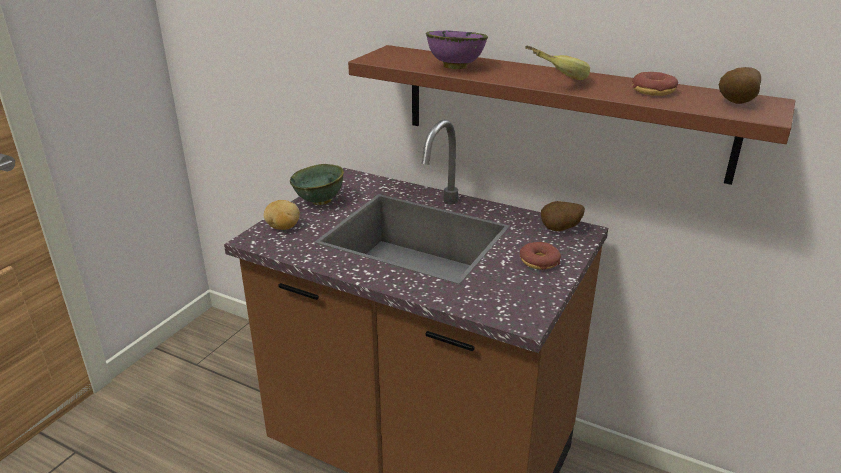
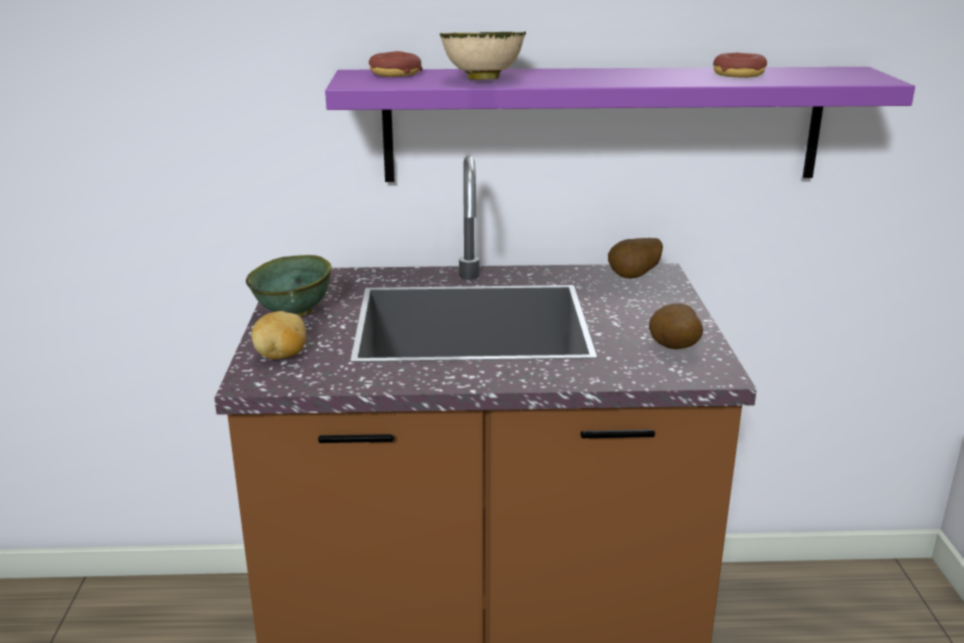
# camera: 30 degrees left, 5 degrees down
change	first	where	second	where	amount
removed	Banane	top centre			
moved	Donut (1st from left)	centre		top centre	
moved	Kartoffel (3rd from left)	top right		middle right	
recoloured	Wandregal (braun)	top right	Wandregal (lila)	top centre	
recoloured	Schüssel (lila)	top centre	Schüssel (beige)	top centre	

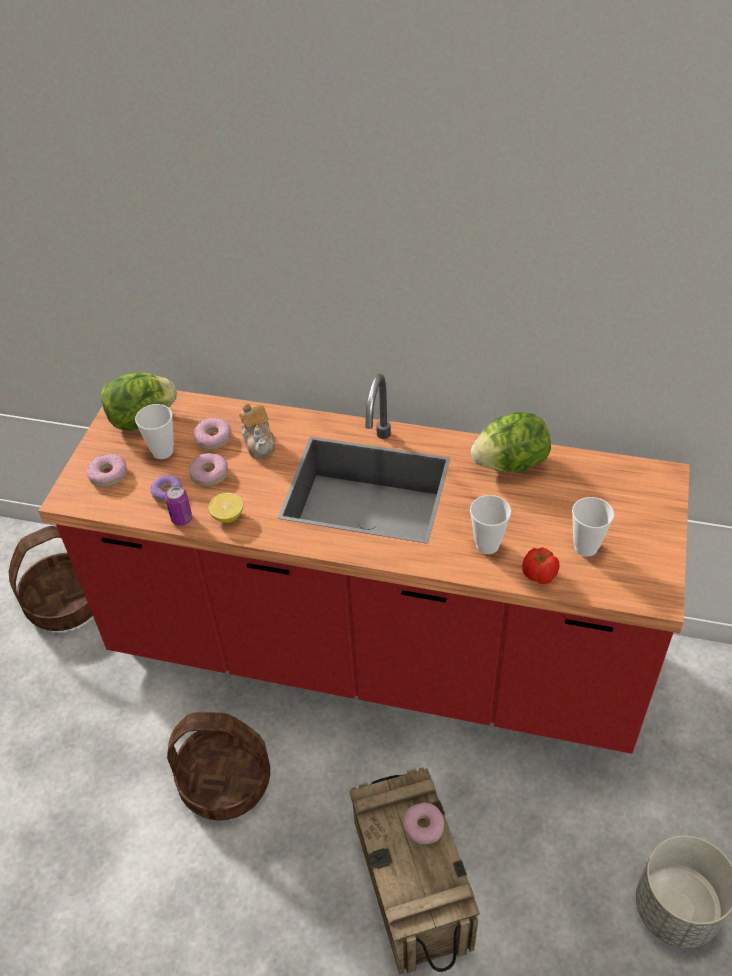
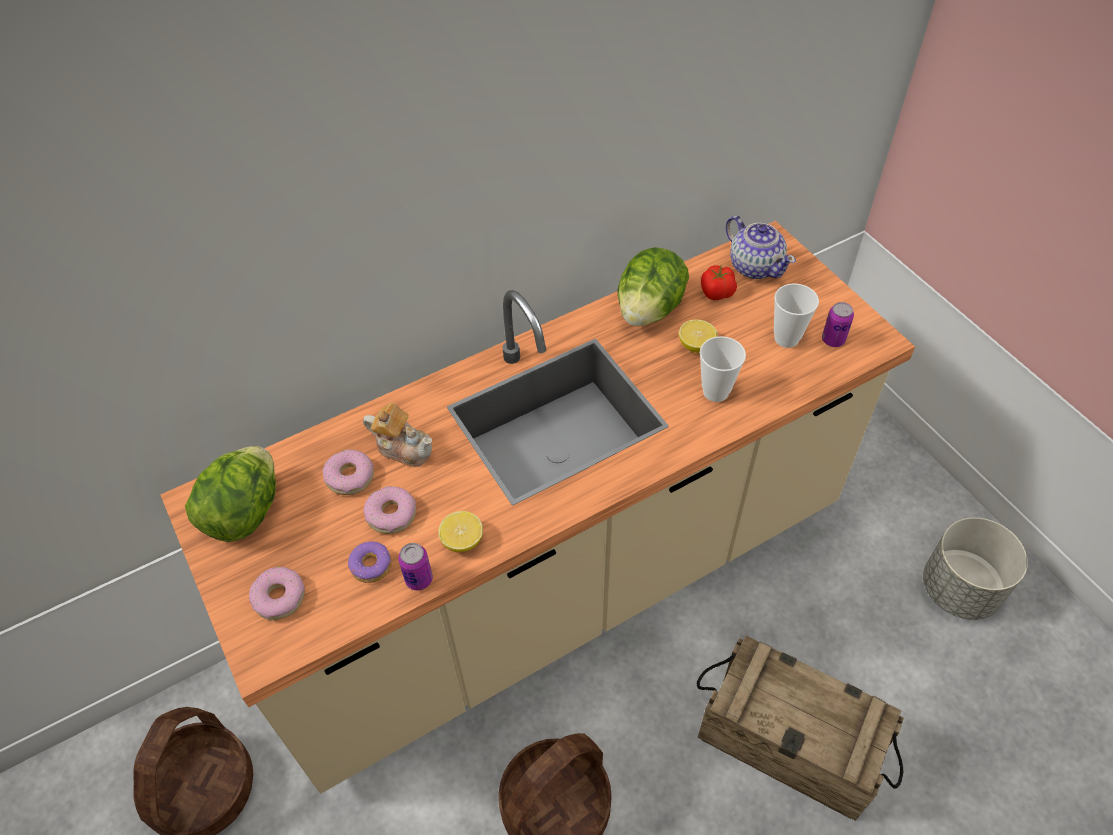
# camera: 45 degrees left, 5 degrees up
change	first	where	second	where	amount
removed	Tasse (1st from left)	middle left			
removed	Donut (5th from left)	bottom centre			
added			Zitrone (2nd from left)	centre	
added			Teekanne (2nd from left)	top right	
added			Dose (2nd from left)	middle right	
moved	Tomate	middle right		centre	
recoloured	Küchenzeile (rot)	centre	Küchenzeile (beige)	centre	

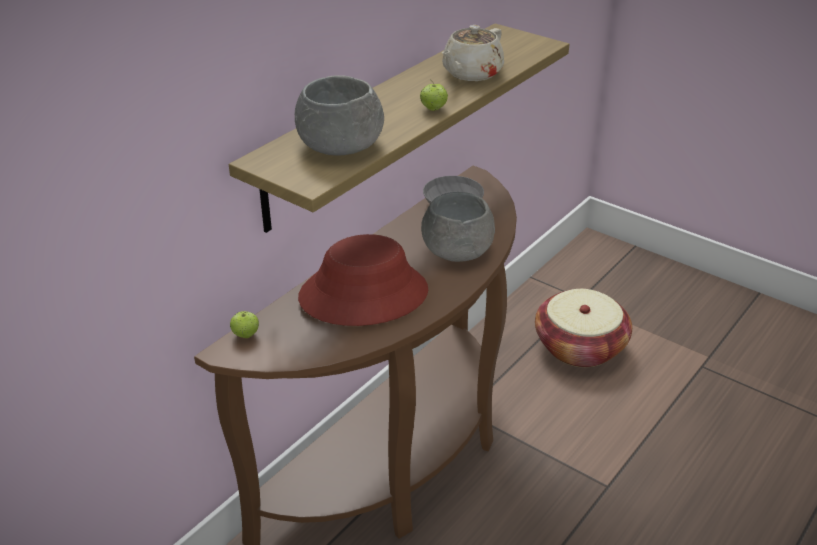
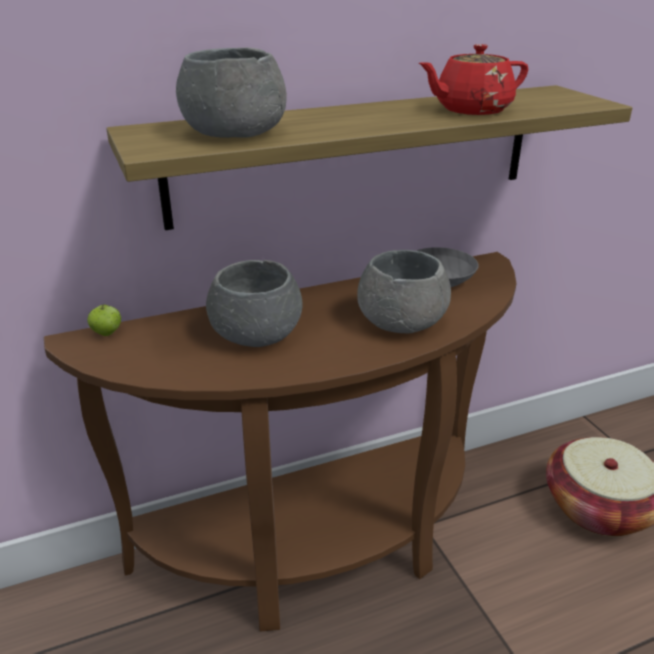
# camera: 30 degrees right, 5 degrees down
change	first	where	second	where	amount
removed	Apfel (2nd from left)	top centre			
replaced	Hut (rot)	centre	Schüssel (grau) (2nd from left)	centre	
recoloured	Teekanne (beige)	top centre	Teekanne (rot)	top right	

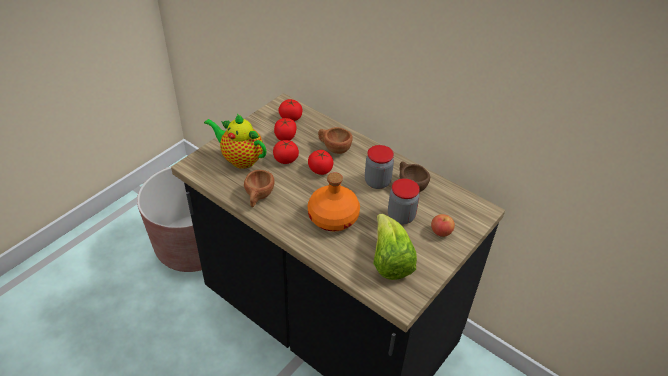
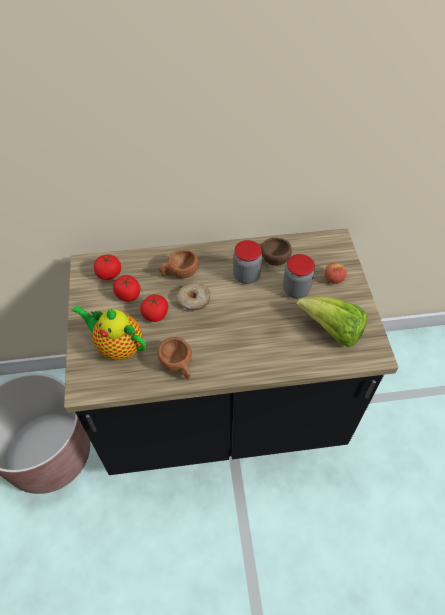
# camera: 45 degrees left, 10 degrees up
change	first	where	second	where	amount
removed	Flasche (orange)	centre			
replaced	Tomate (4th from left)	centre	Donut	centre	
turned	Teekanne	centre		middle left	45 degrees clockwise

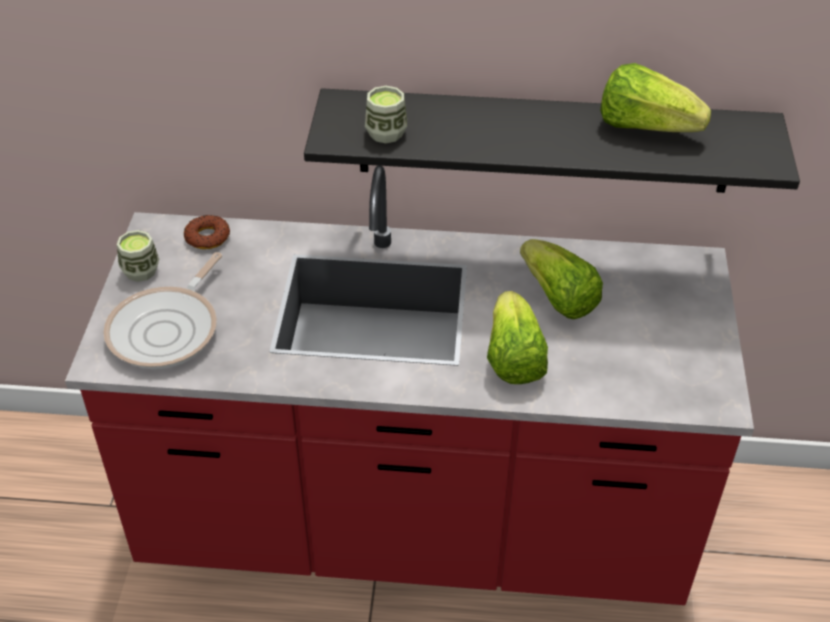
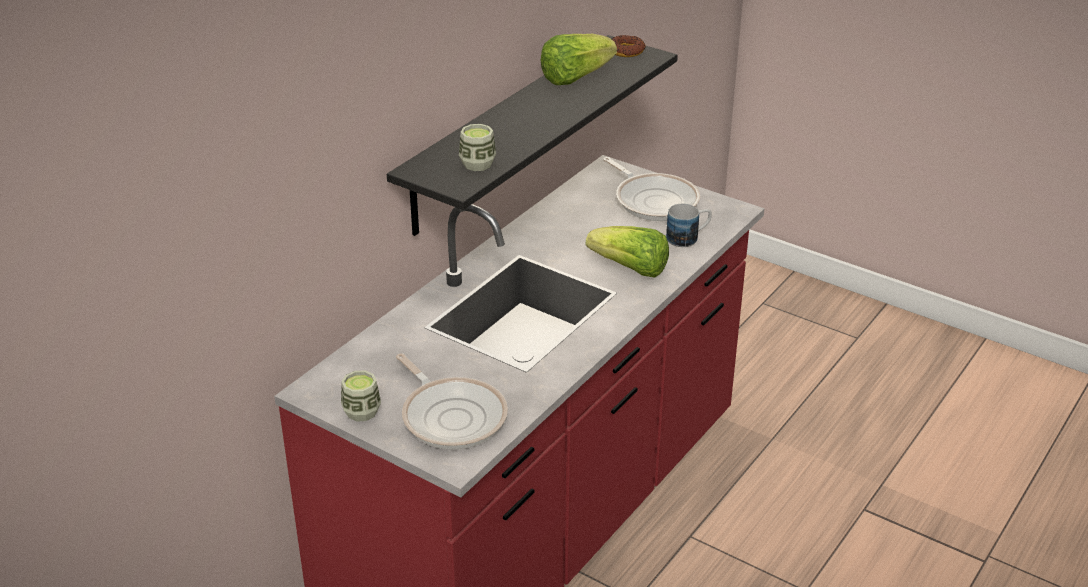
# camera: 60 degrees left, 10 degrees down
change	first	where	second	where	amount
removed	Salatkopf (2nd from left)	middle right			
added			Pfanne (2nd from left)	top centre	
added			Henkelbecher	centre	
moved	Donut	middle left		top centre	

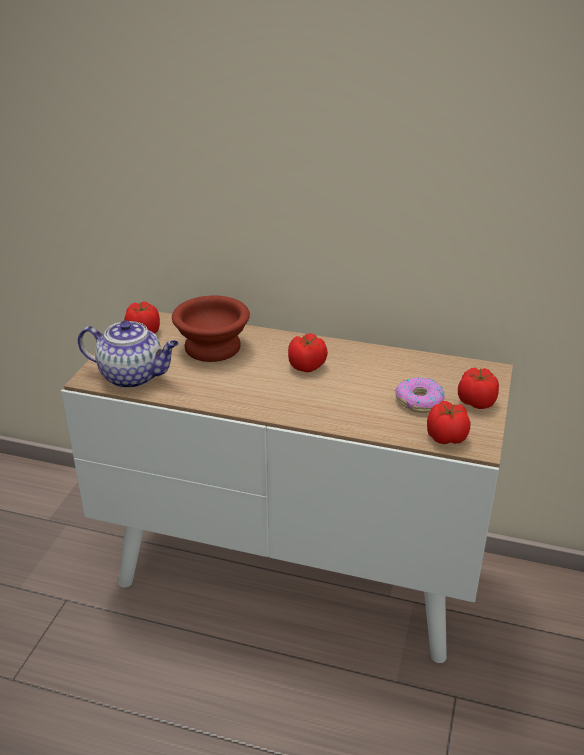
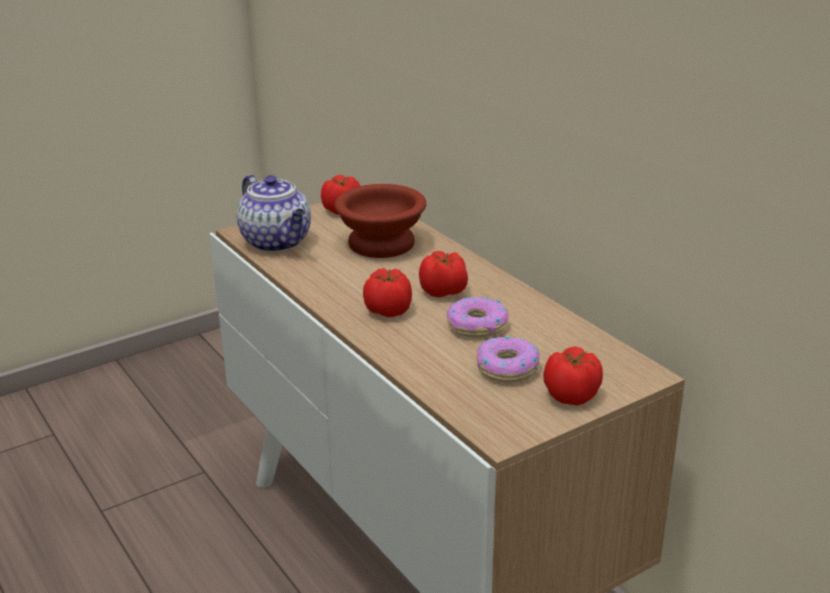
# camera: 40 degrees right, 5 degrees down
change	first	where	second	where	amount
added			Donut (1st from left)	centre	
moved	Tomate (3rd from left in the first image)	middle right	Tomate (2nd from left)	centre	

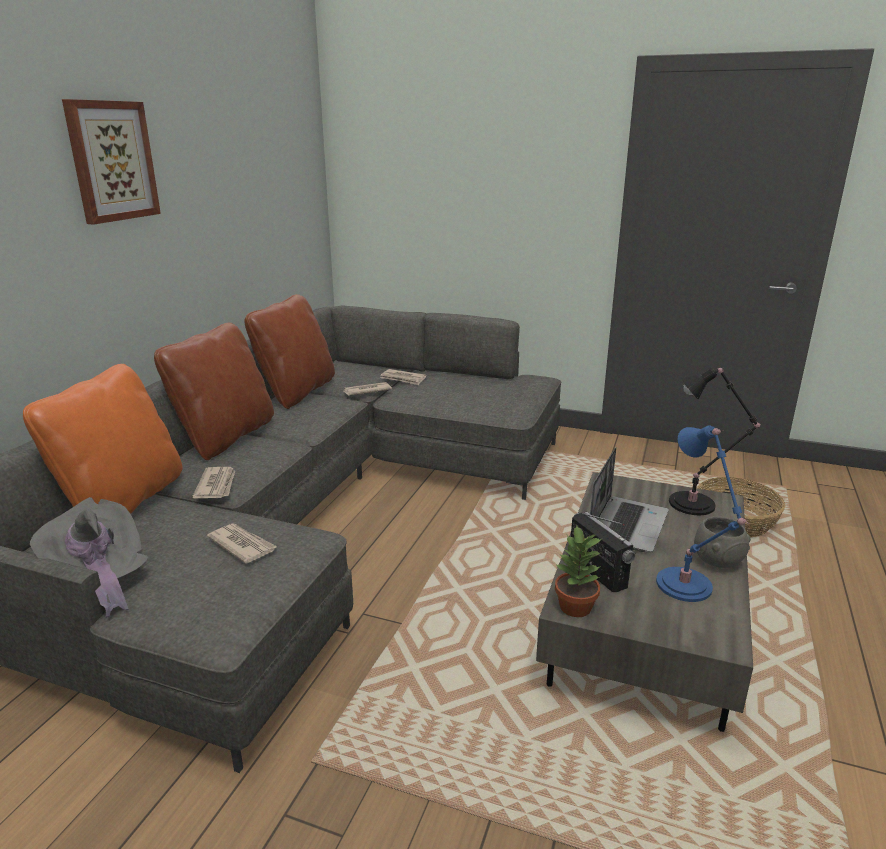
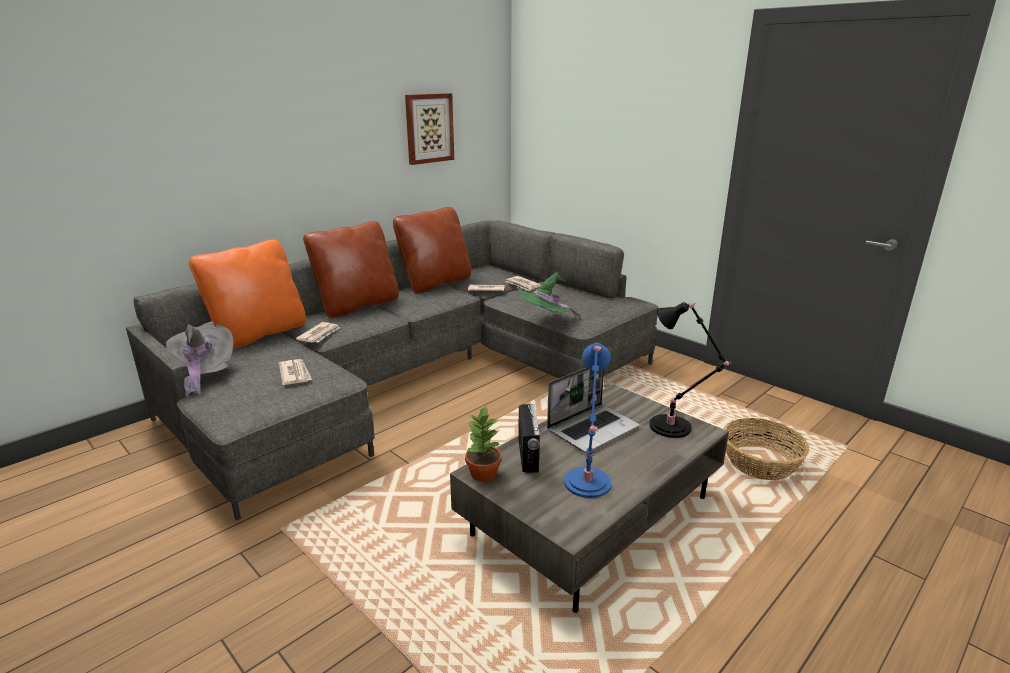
# camera: 25 degrees right, 0 degrees up
change	first	where	second	where	amount
removed	Schüssel (grau)	middle right			
added			Hut (grün)	centre	
moved	Bild	top left		top centre	

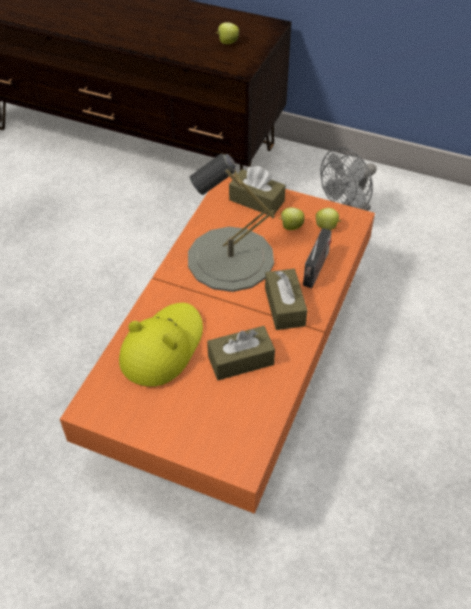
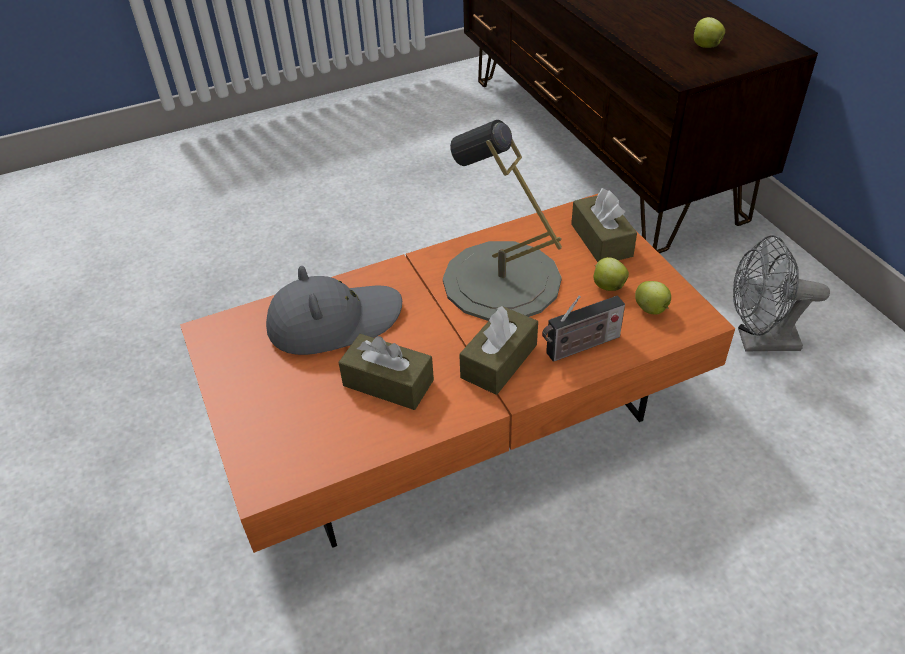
# camera: 45 degrees right, 5 degrees down
change	first	where	second	where	amount
recoloured	Hut (gelb)	centre	Hut (grau)	centre	

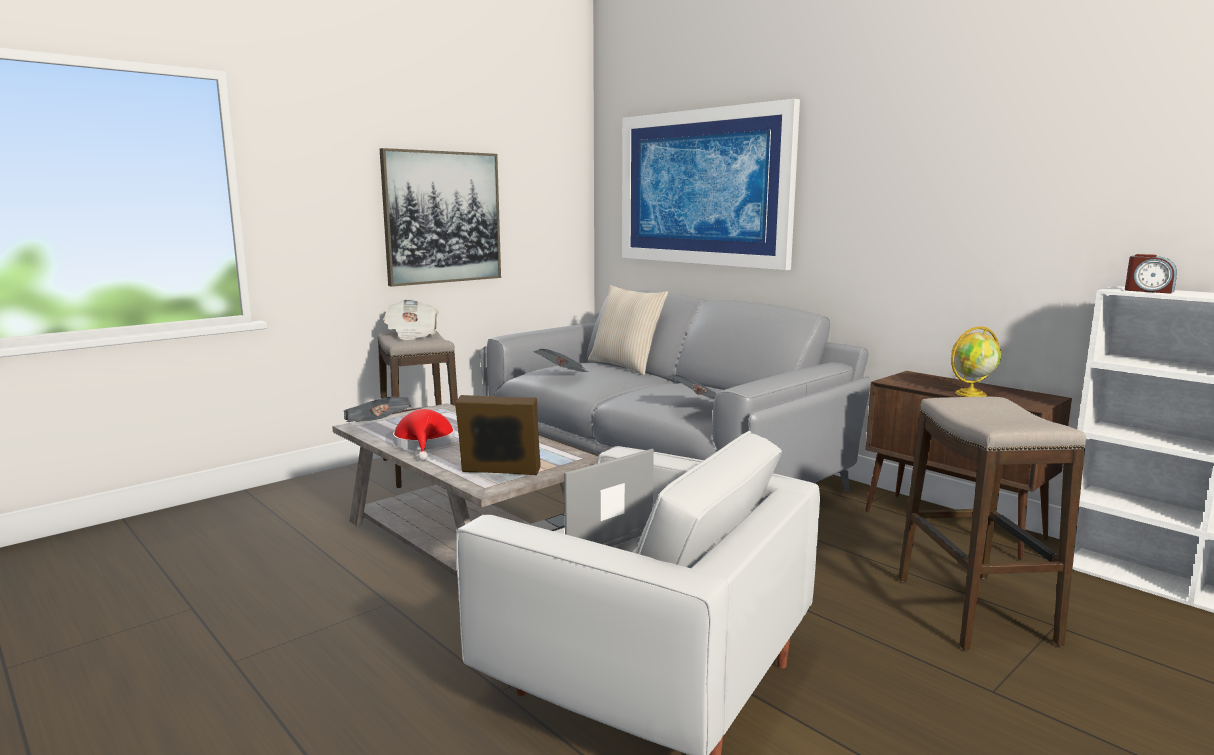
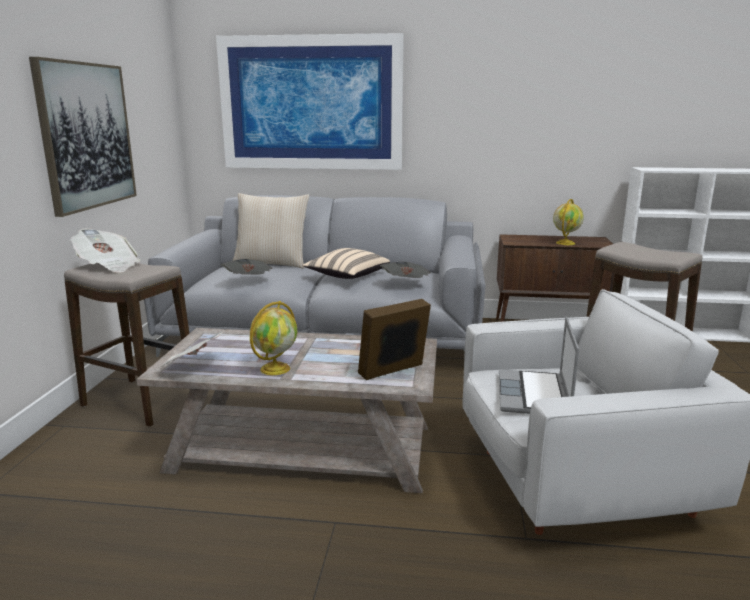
# camera: 40 degrees left, 5 degrees up
change	first	where	second	where	amount
removed	Wecker	middle right			
added			Kissen (beige) (2nd from left)	centre	
replaced	Hut (rot)	centre	Globus (1st from left)	centre	

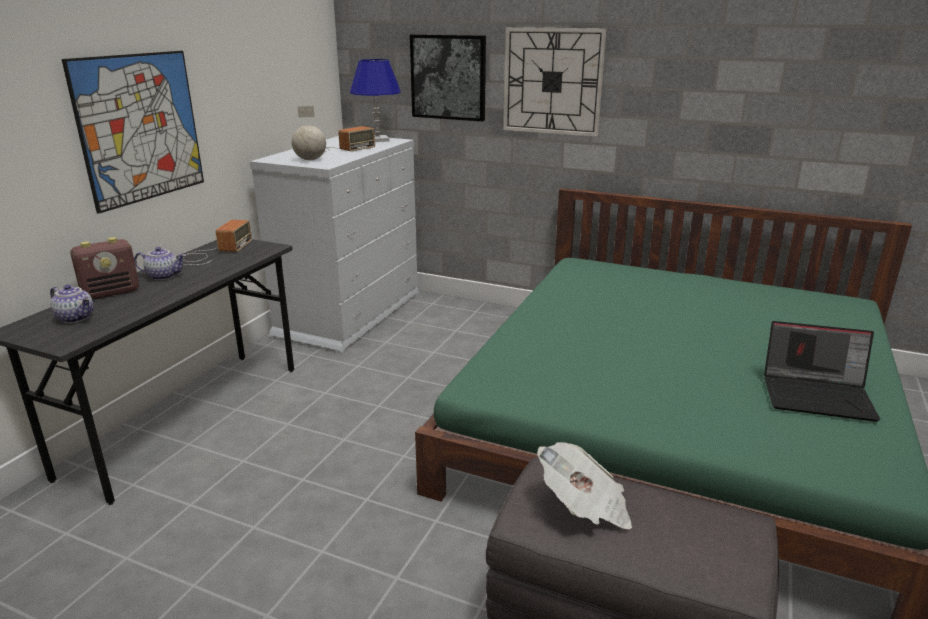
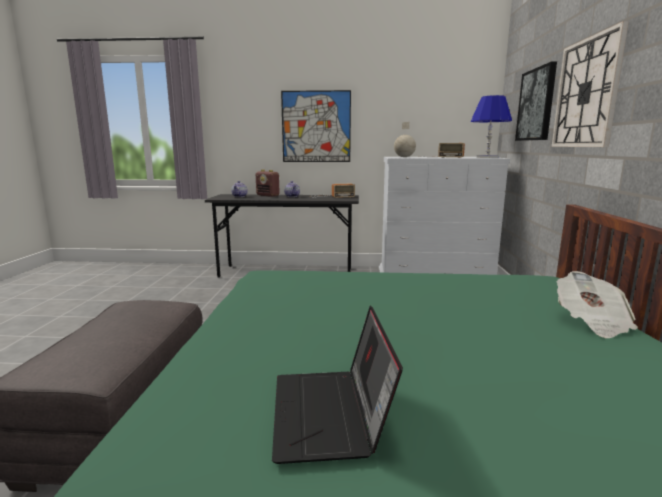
# camera: 70 degrees right, 10 degrees down
change	first	where	second	where	amount
moved	Zeitung	bottom centre		middle right	

